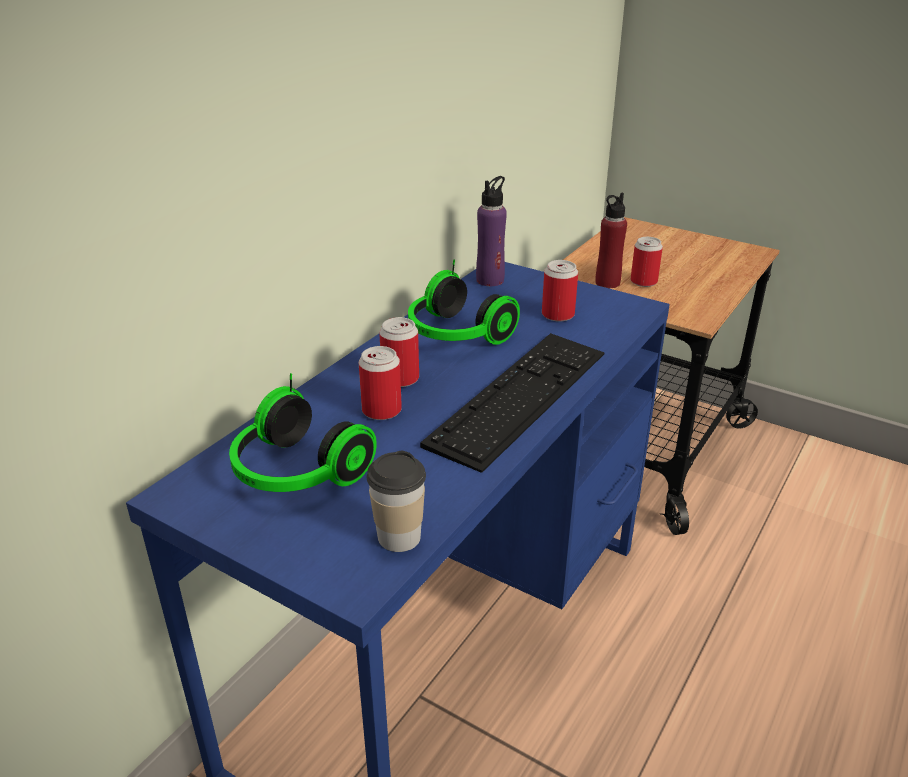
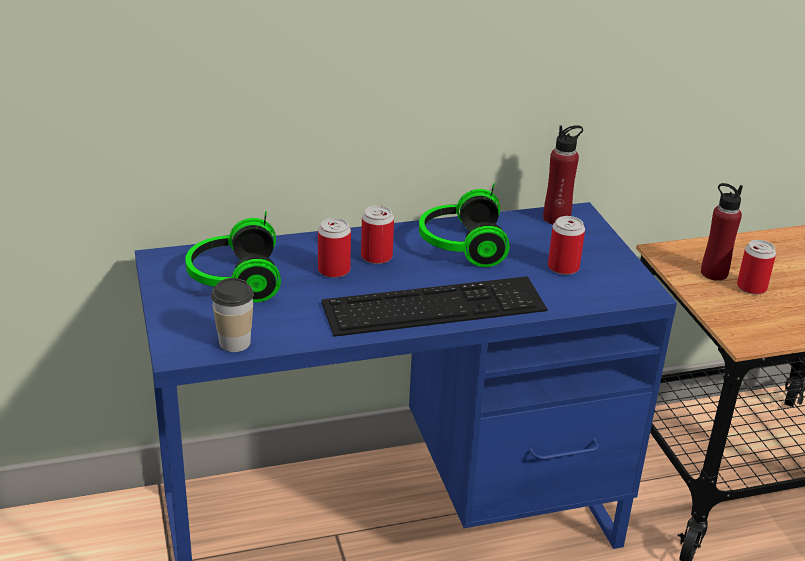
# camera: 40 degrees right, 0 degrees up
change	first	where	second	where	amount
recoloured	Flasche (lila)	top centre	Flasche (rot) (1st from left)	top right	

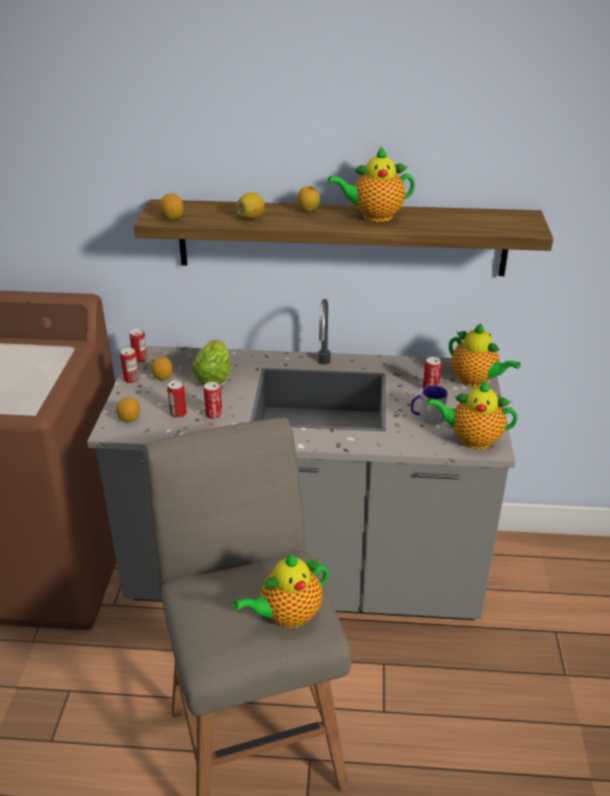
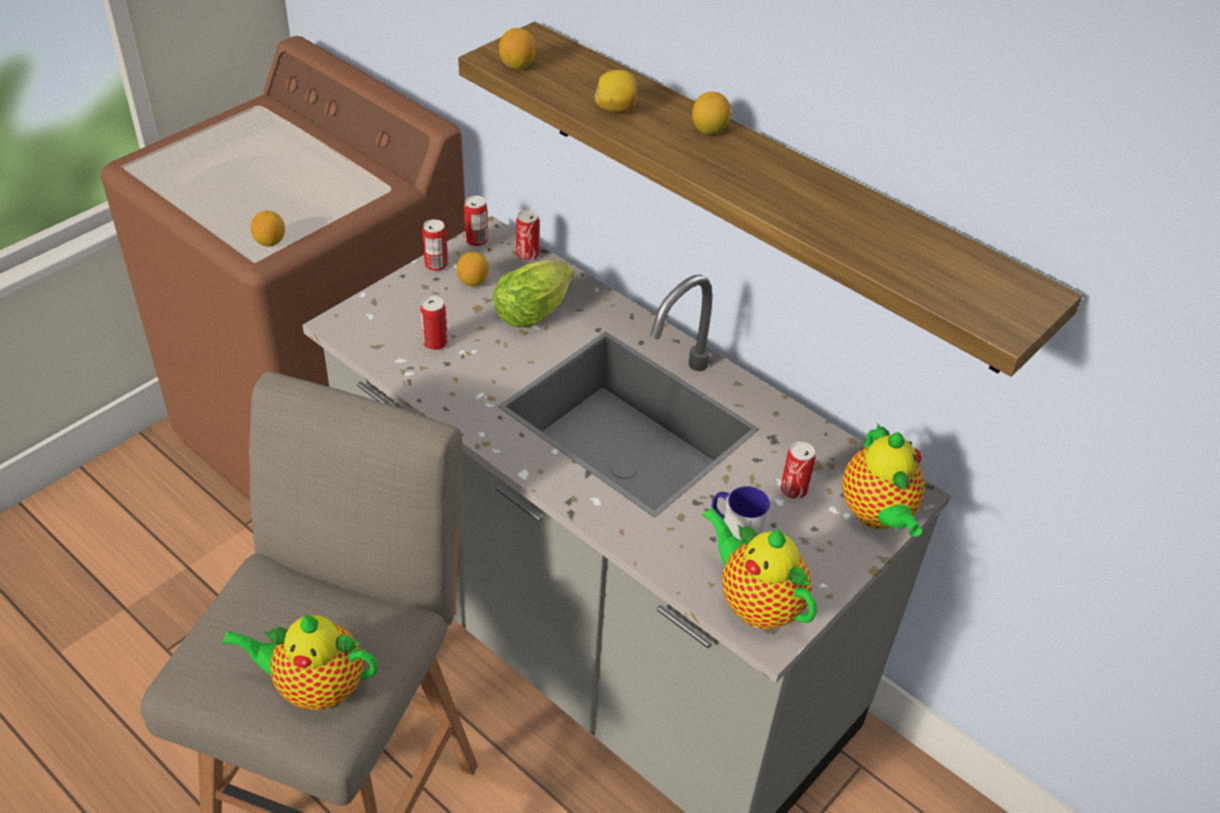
# camera: 35 degrees right, 10 degrees up
change	first	where	second	where	amount
removed	Teekanne (2nd from left)	top centre			
moved	Zitrone (1st from left)	middle left		top left	
moved	Dose (4th from left)	centre		top centre	

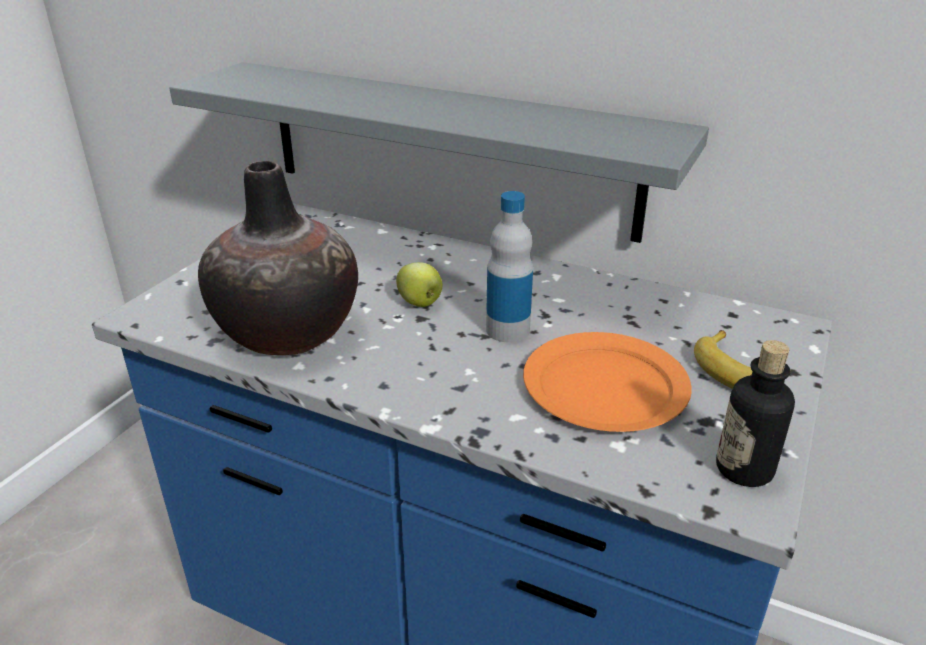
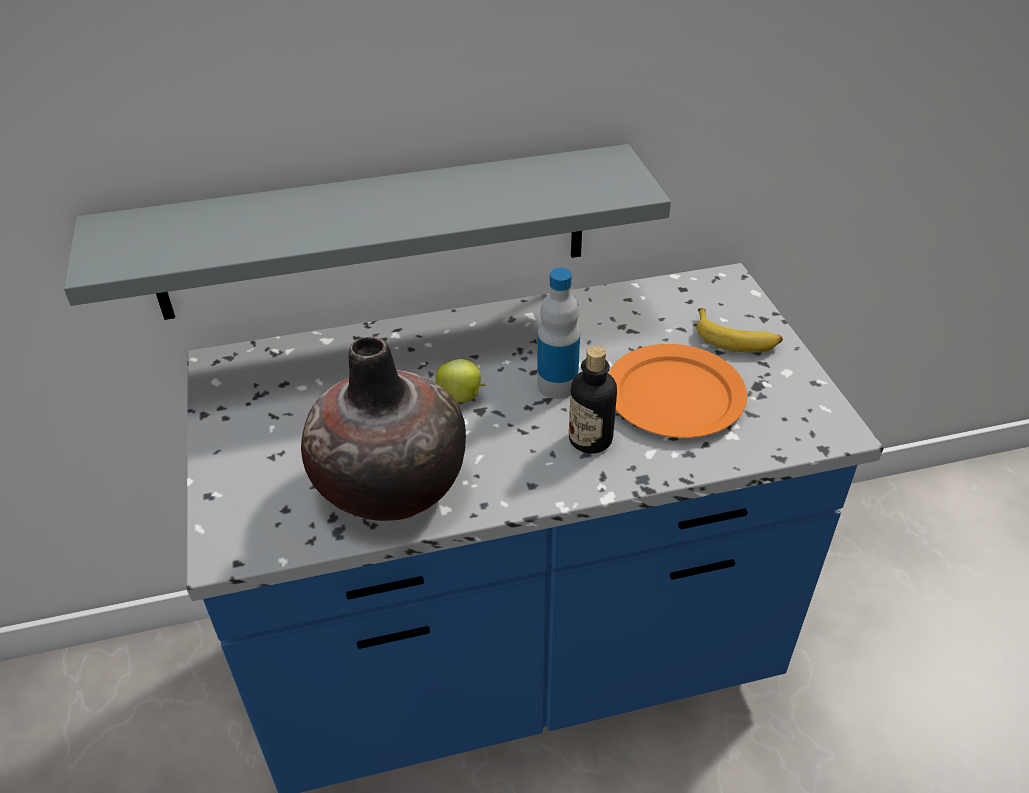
# camera: 40 degrees left, 10 degrees up
change	first	where	second	where	amount
moved	Flasche (2nd from left)	middle right		centre	

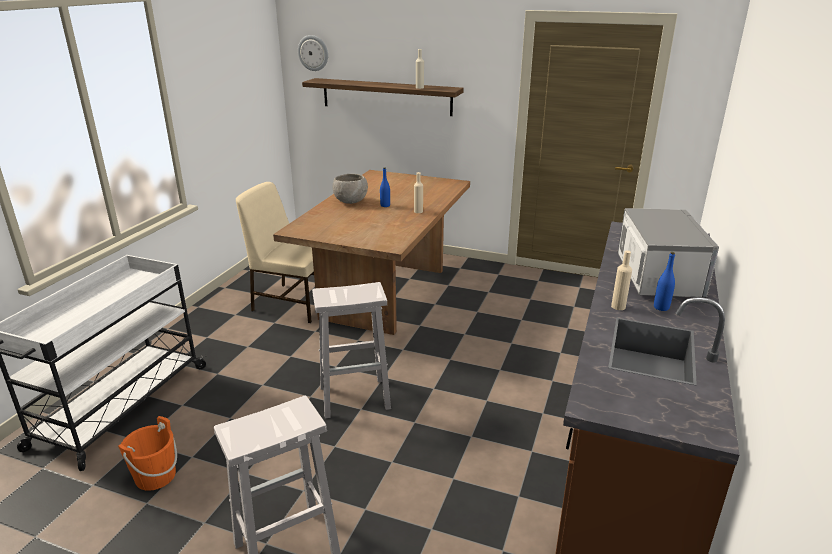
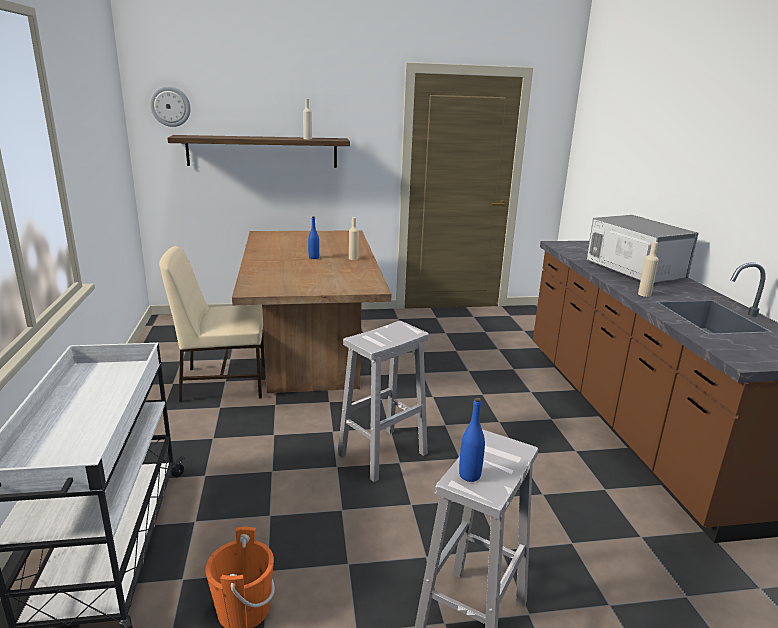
# camera: 30 degrees left, 5 degrees down
change	first	where	second	where	amount
removed	Schüssel (grau)	centre			
moved	Flasche (blau) (2nd from left)	middle right		bottom centre	

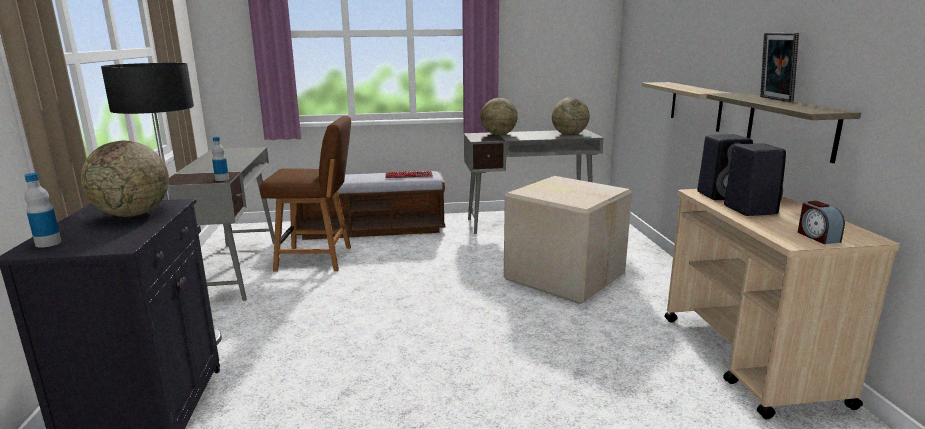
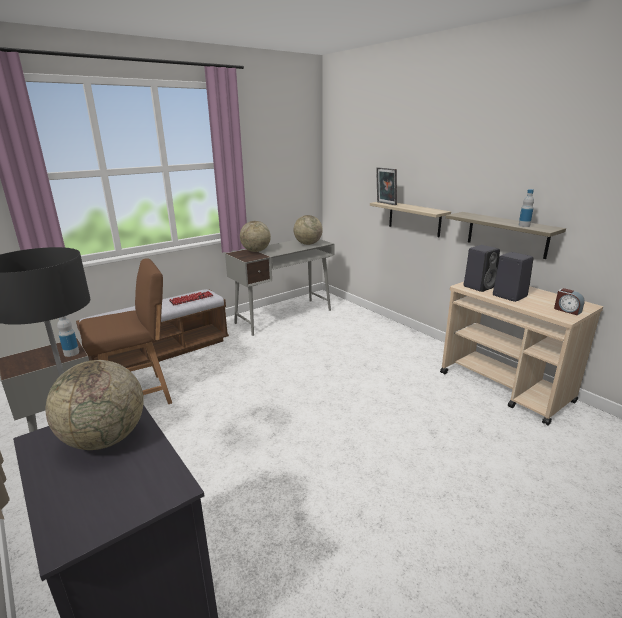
# camera: 30 degrees left, 5 degrees up
change	first	where	second	where	amount
removed	Karton	centre			
moved	Flasche (1st from left in the first image)	middle left	Flasche (2nd from left)	middle right	
moved	Bilderrahmen	top right		top centre	

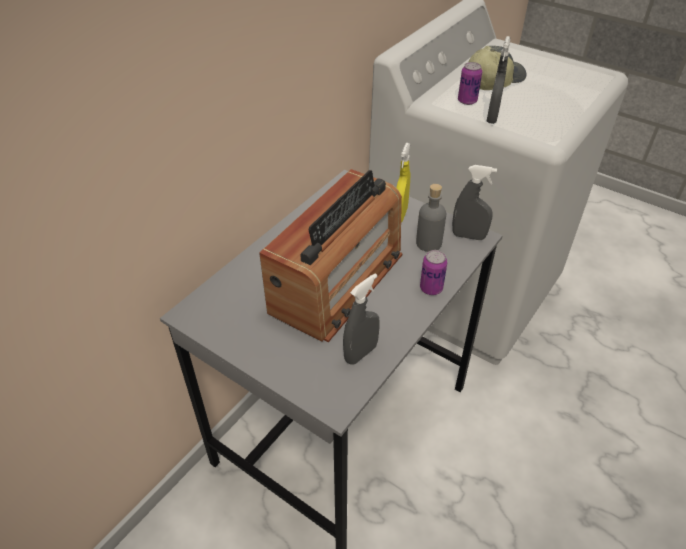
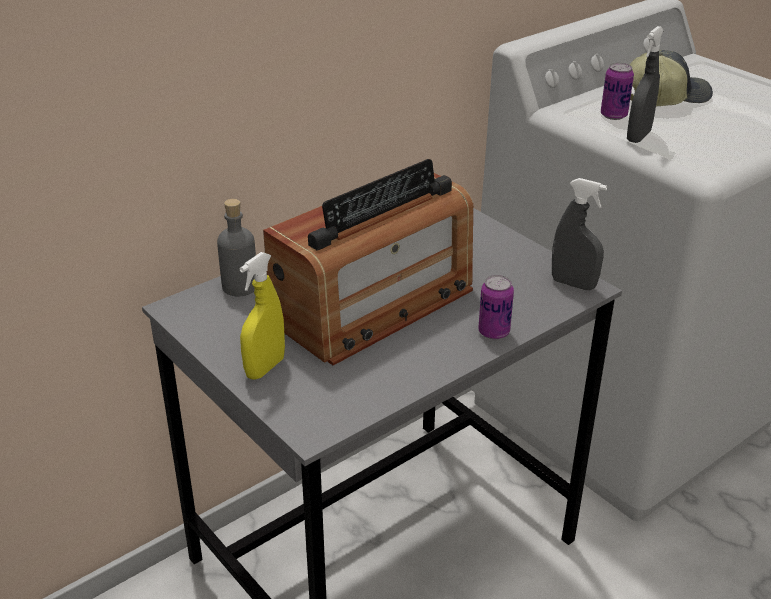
# camera: 15 degrees right, 10 degrees down
change	first	where	second	where	amount
removed	Sprühflasche (grau) (1st from left)	centre			
moved	Sprühflasche (gelb)	top centre		centre	
moved	Flasche (grau)	centre		middle left	

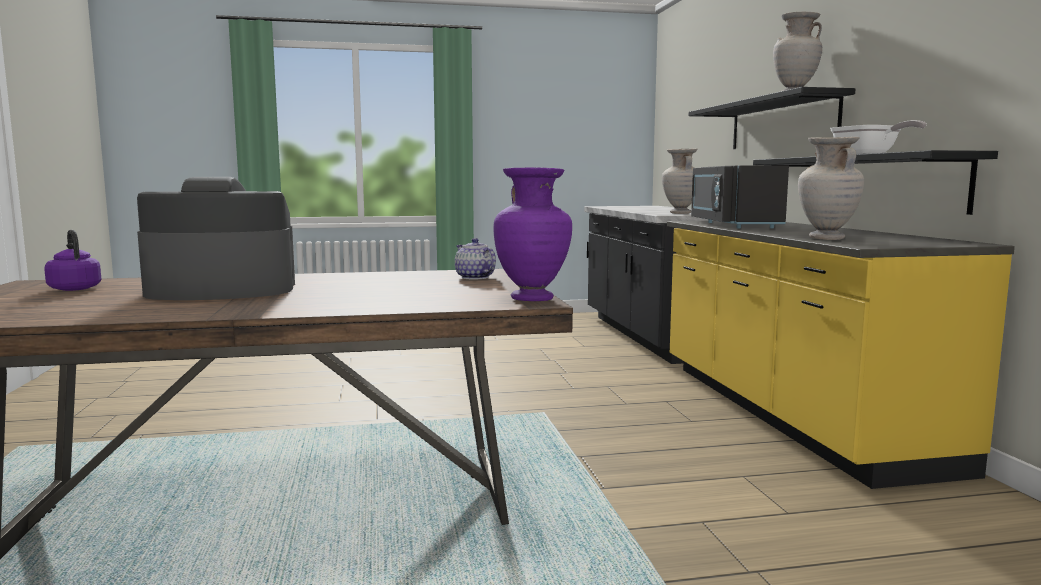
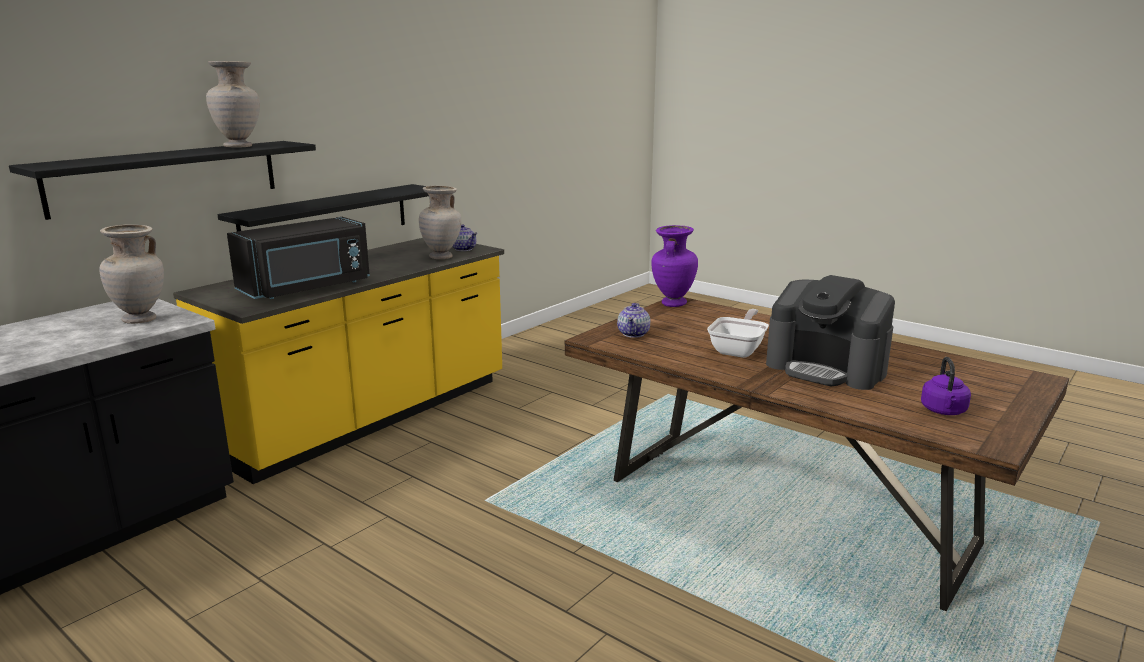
# camera: 130 degrees left, 10 degrees up
change	first	where	second	where	amount
added			Teekanne (1st from left)	centre	
moved	Pfanne	top right		centre	

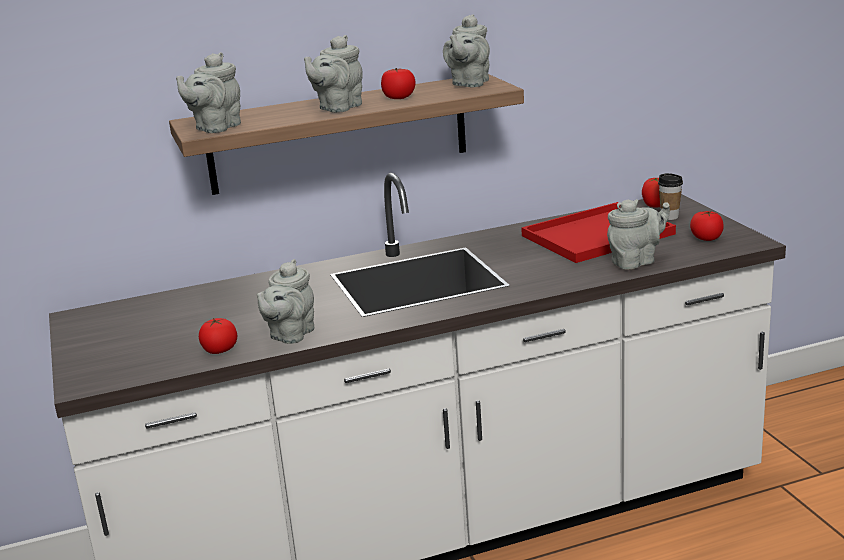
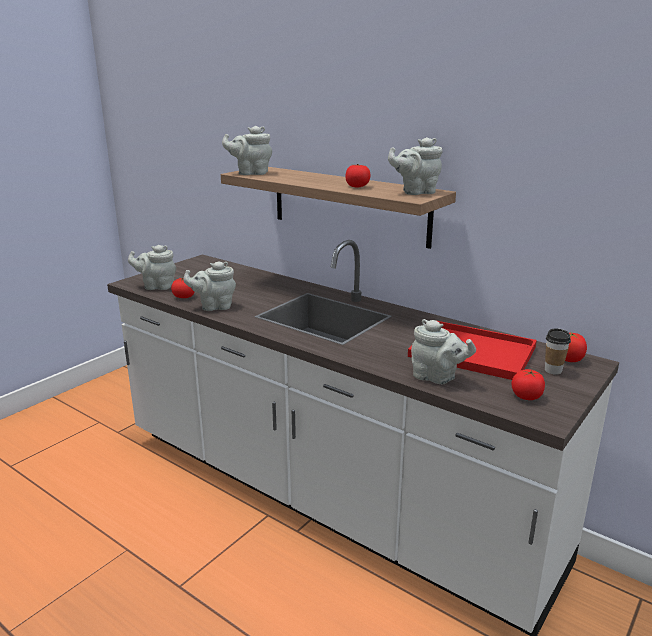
# camera: 55 degrees right, 0 degrees up
change	first	where	second	where	amount
moved	Teekanne (grau) (3rd from left in the first image)	top centre	Teekanne (grau) (1st from left)	middle left	

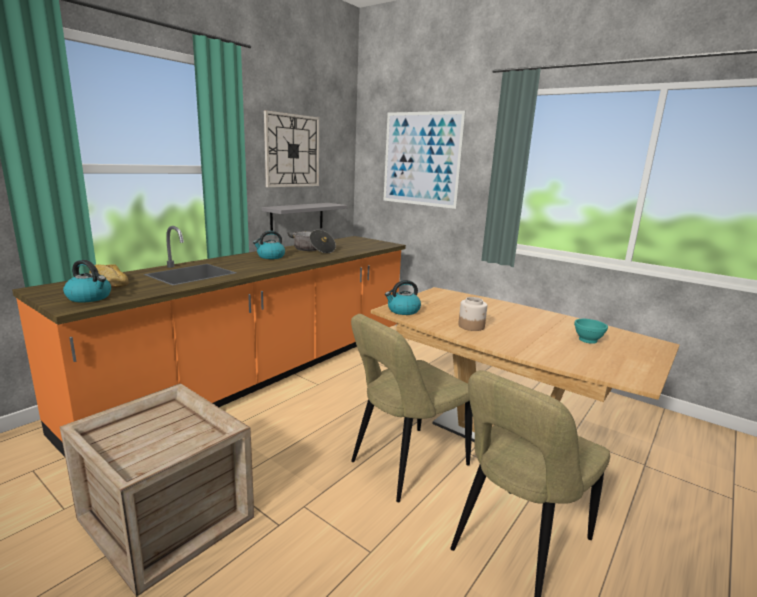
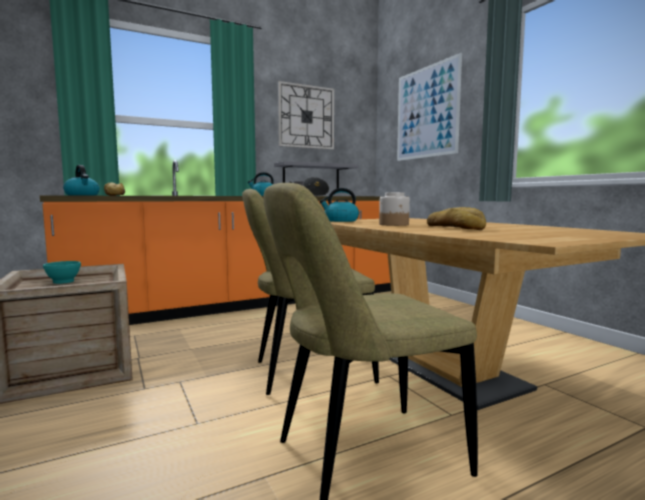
# camera: 25 degrees right, 10 degrees down
change	first	where	second	where	amount
added			Brot (2nd from left)	middle right	
moved	Schüssel (türkis)	middle right		middle left	

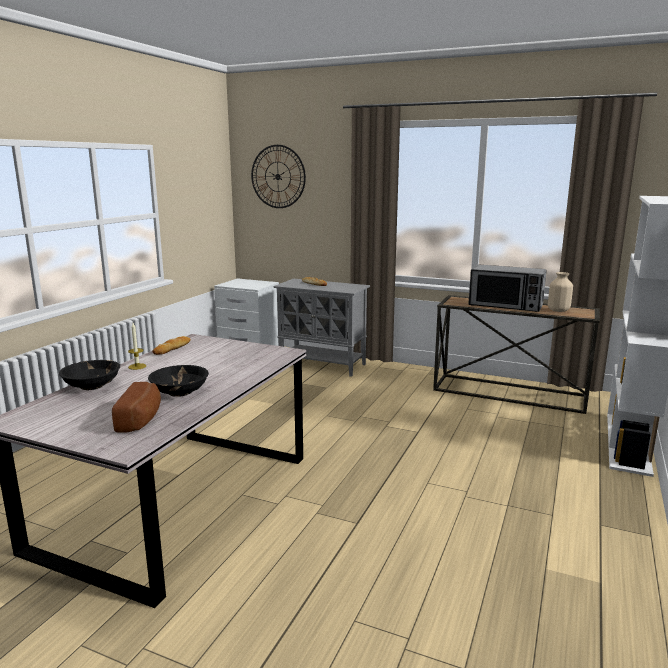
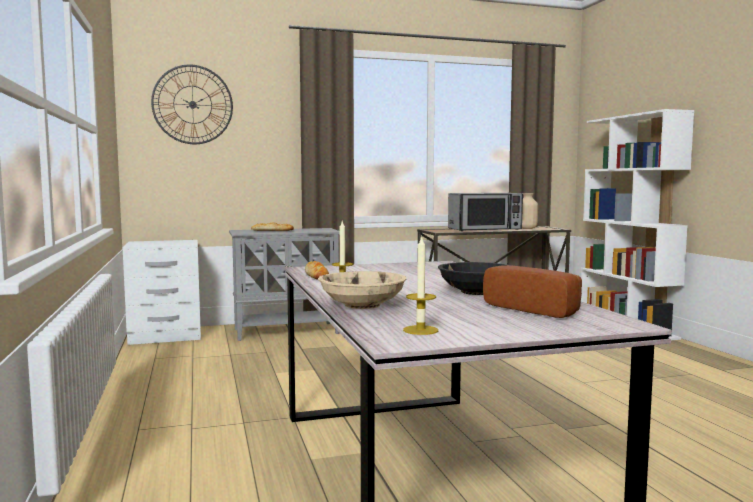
# camera: 40 degrees left, 10 degrees down
change	first	where	second	where	amount
added			Kerze (2nd from left)	centre	
recoloured	Schüssel (schwarz) (1st from left)	middle left	Schüssel (beige)	centre	

